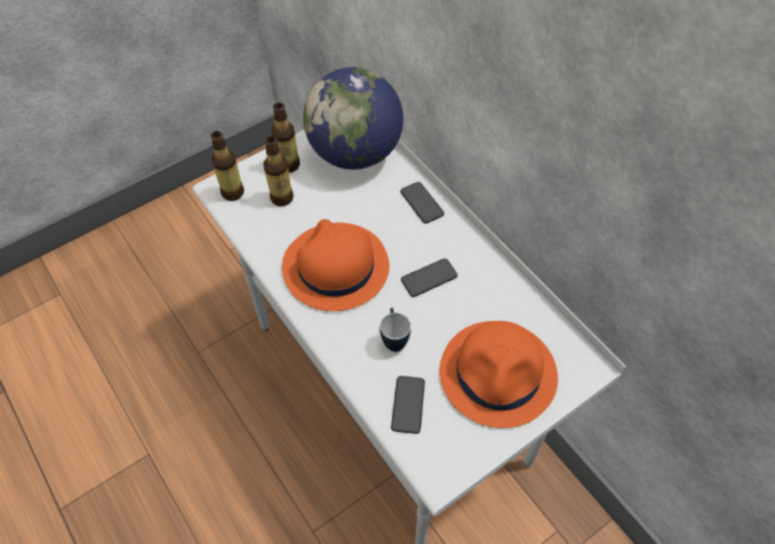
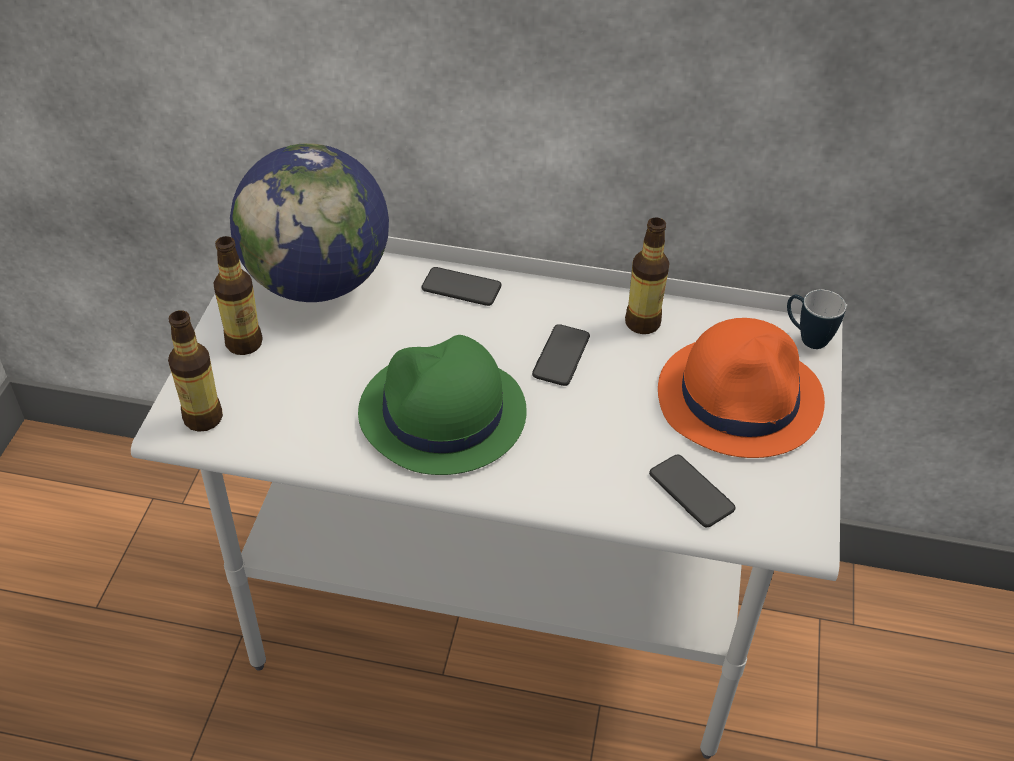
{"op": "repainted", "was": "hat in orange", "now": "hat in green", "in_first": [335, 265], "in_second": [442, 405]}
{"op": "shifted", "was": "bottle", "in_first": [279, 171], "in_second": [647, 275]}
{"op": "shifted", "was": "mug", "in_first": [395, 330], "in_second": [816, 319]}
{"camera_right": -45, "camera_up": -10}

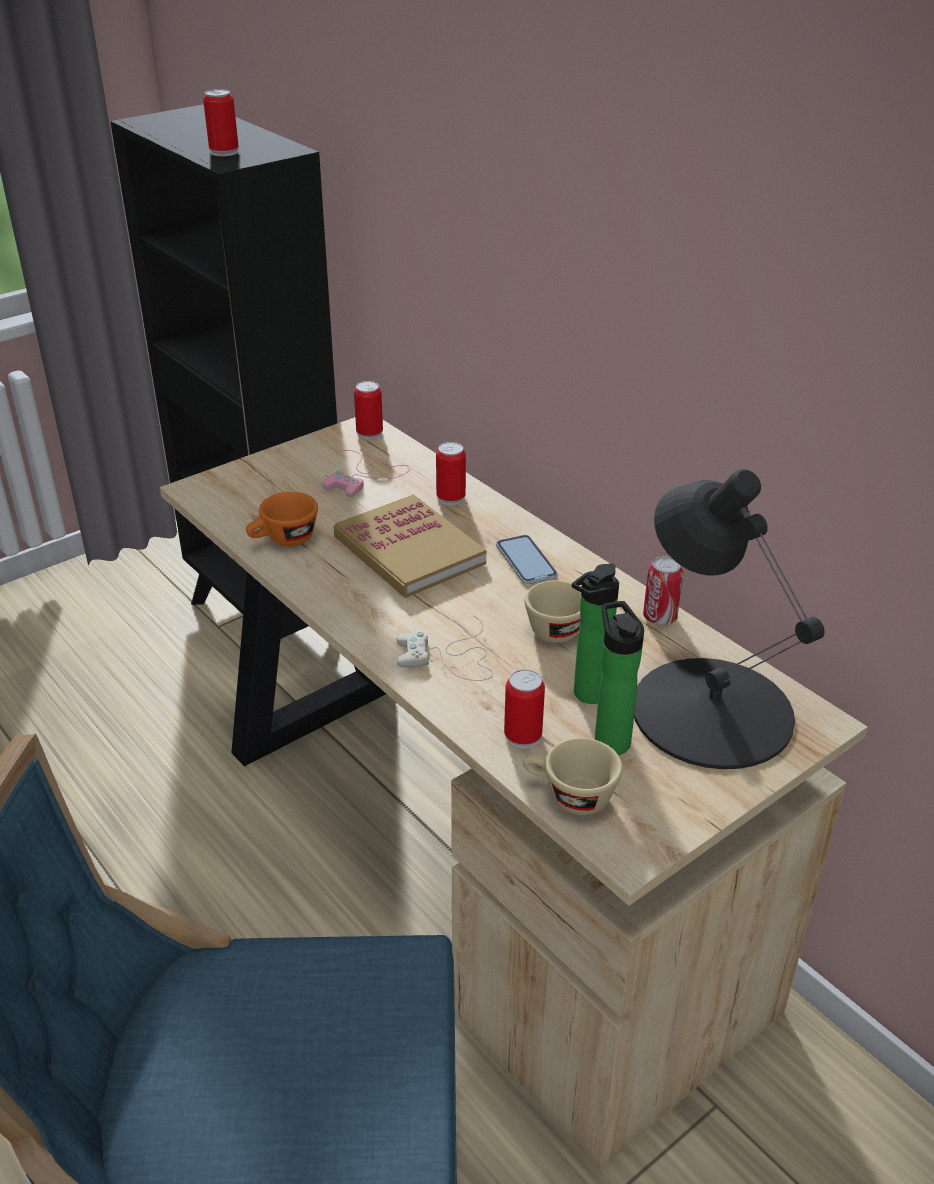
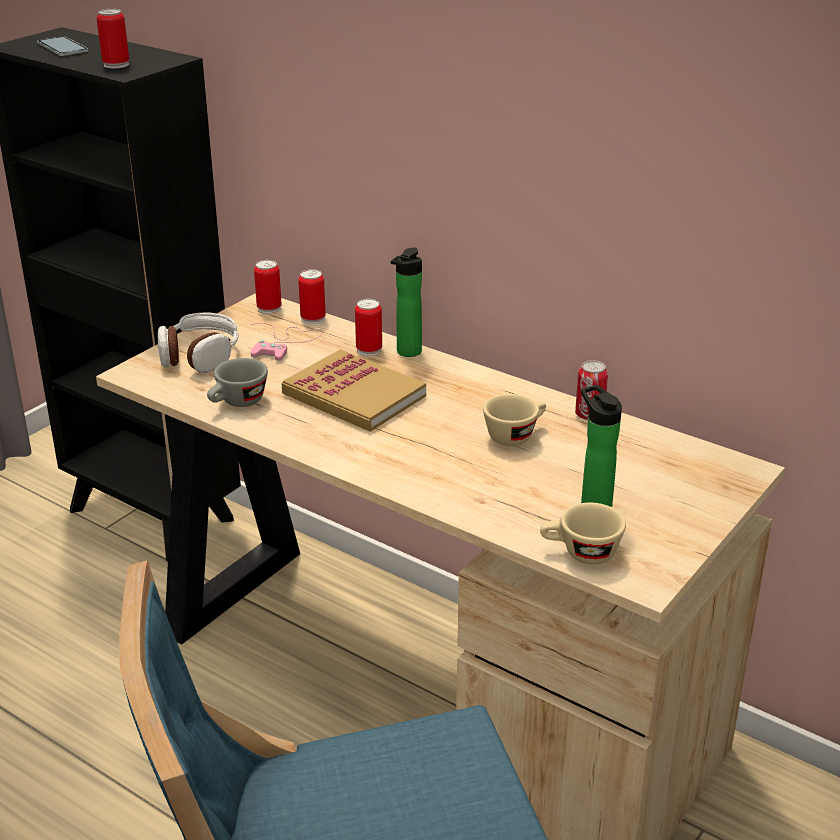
{"op": "shifted", "was": "phone", "in_first": [527, 559], "in_second": [62, 46]}
{"op": "new", "now": "headphones", "in_second": [198, 342]}
{"op": "repainted", "was": "cup in orange", "now": "cup in grey", "in_first": [282, 519], "in_second": [237, 382]}
{"op": "shifted", "was": "can", "in_first": [524, 709], "in_second": [312, 296]}
{"op": "shifted", "was": "bottle", "in_first": [595, 634], "in_second": [406, 302]}
{"op": "gone", "was": "game controller in white", "in_first": [444, 648]}
{"op": "gone", "was": "table lamp in black", "in_first": [729, 619]}
{"camera_right": -15, "camera_up": -5}

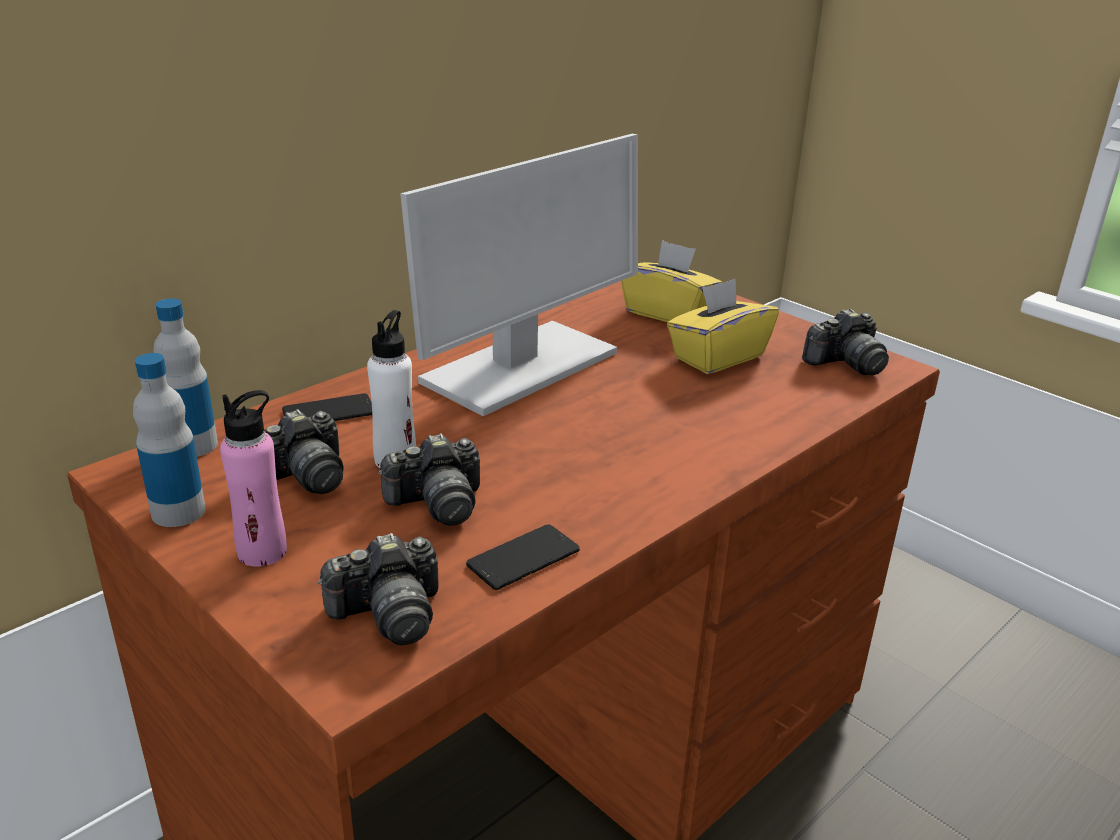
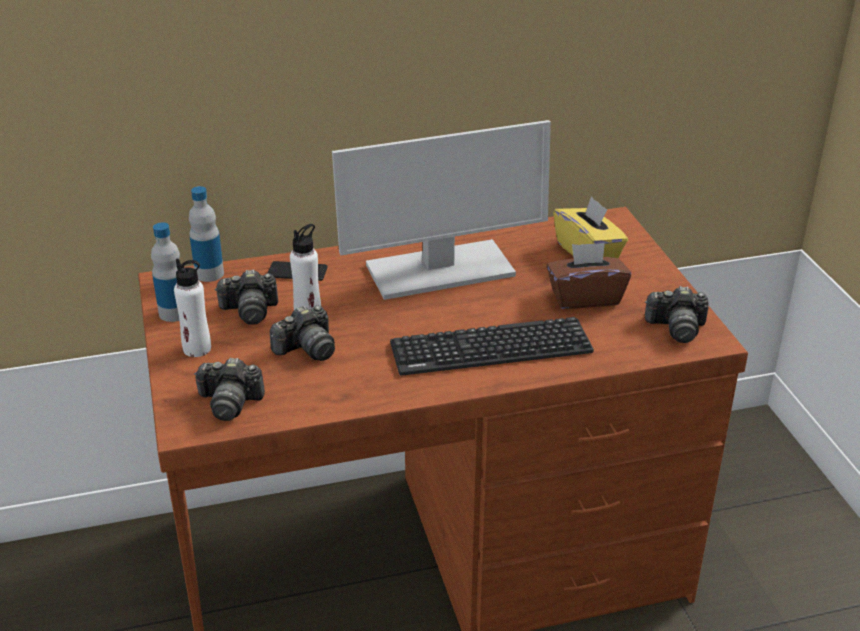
{"op": "repainted", "was": "bottle in pink", "now": "bottle in white", "in_first": [253, 478], "in_second": [192, 308]}
{"op": "rotated", "was": "photo camera", "in_first": [429, 480], "in_second": [302, 333], "clockwise": -45}
{"op": "new", "now": "keyboard", "in_second": [492, 346]}
{"op": "repainted", "was": "tissue box in yellow", "now": "tissue box in brown", "in_first": [723, 326], "in_second": [588, 276]}
{"op": "gone", "was": "phone", "in_first": [523, 557]}
{"camera_right": 30, "camera_up": 5}

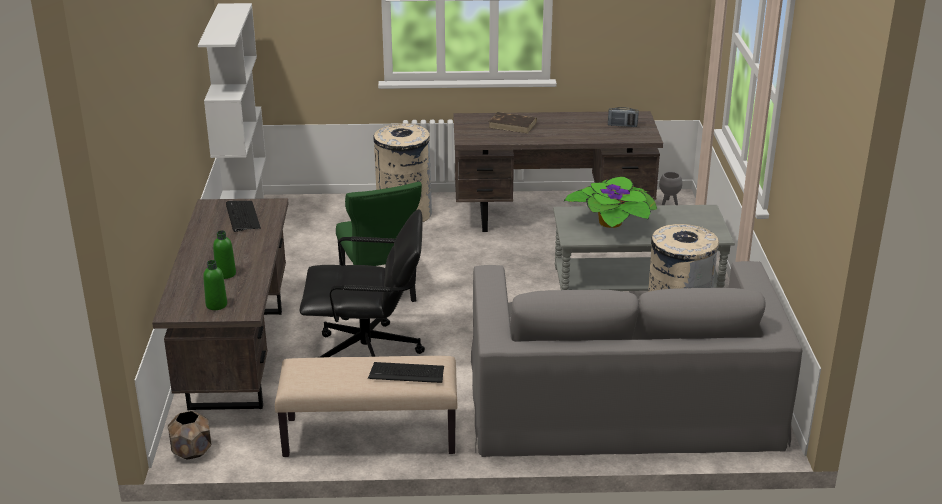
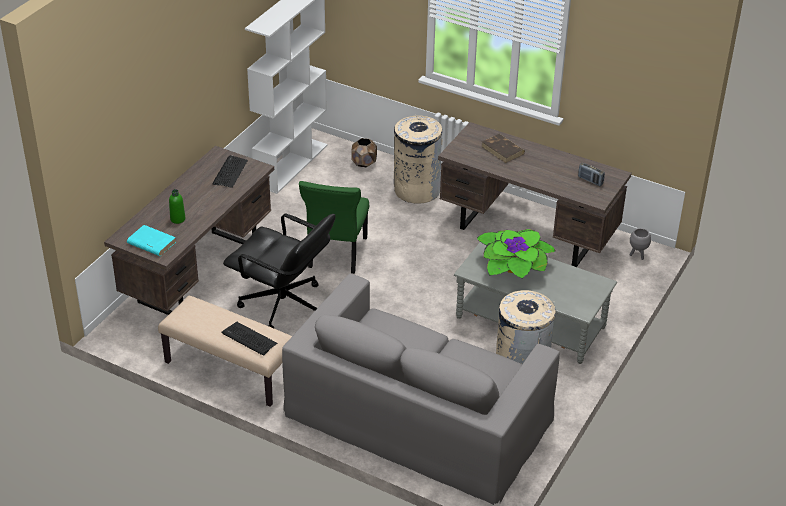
{"op": "swapped", "was": "bottle in green", "now": "book in turquoise", "in_first": [215, 285], "in_second": [151, 240]}
{"op": "shifted", "was": "planter in brown", "in_first": [190, 435], "in_second": [364, 152]}
{"camera_right": 30, "camera_up": 10}

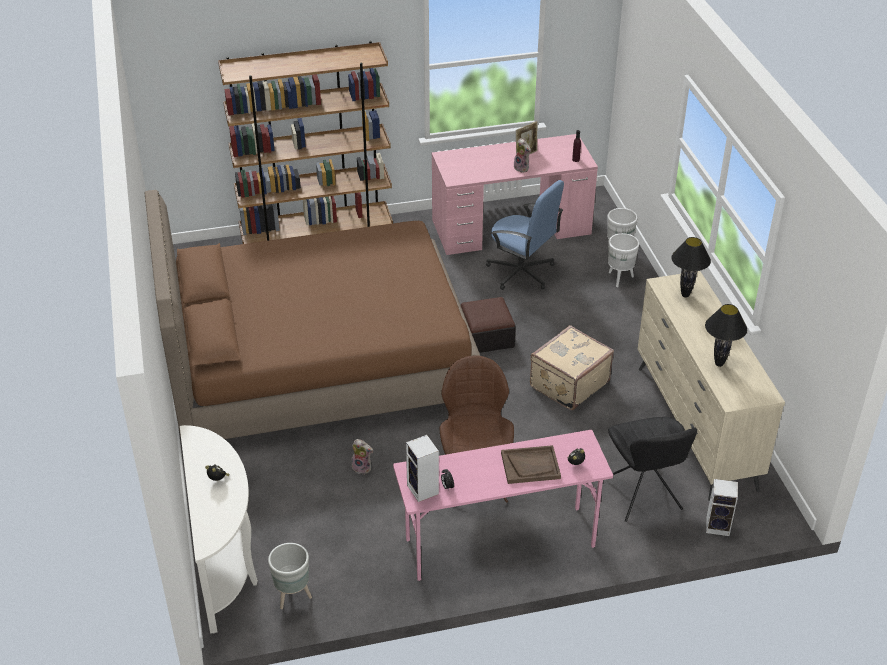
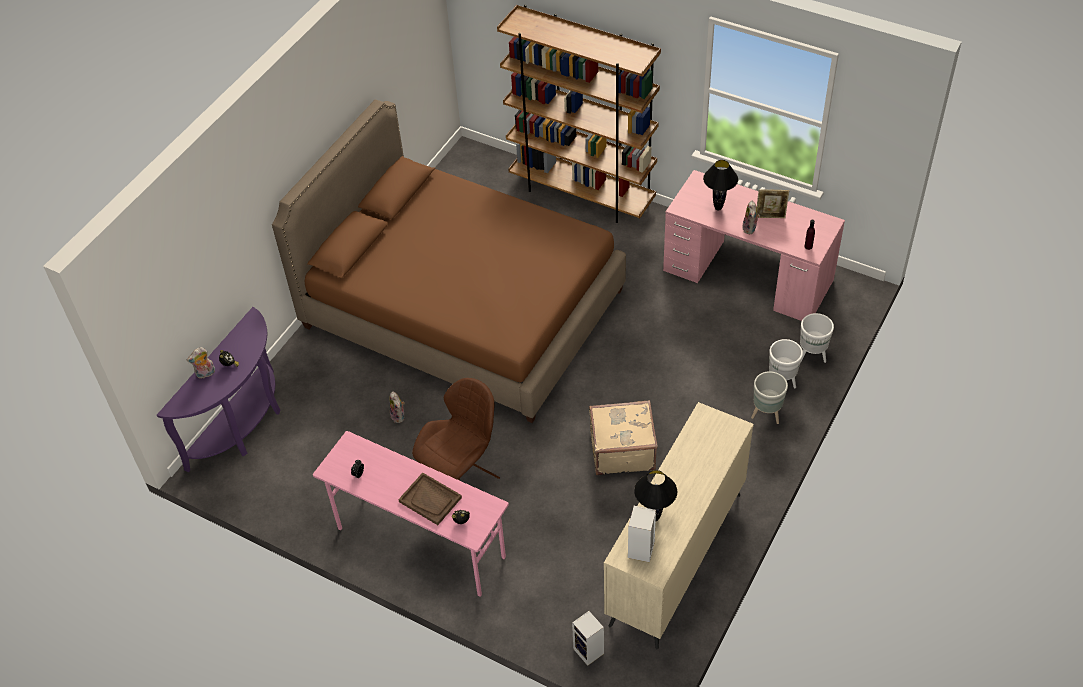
{"op": "repainted", "was": "console table in white", "now": "console table in purple", "in_first": [219, 529], "in_second": [218, 389]}
{"op": "new", "now": "plush toy", "in_second": [201, 363]}
{"op": "shifted", "was": "speaker", "in_first": [422, 468], "in_second": [642, 534]}
{"op": "shifted", "was": "table lamp in black", "in_first": [691, 267], "in_second": [720, 185]}
{"op": "shifted", "was": "planter in grey", "in_first": [290, 576], "in_second": [769, 397]}
{"op": "gone", "was": "ottoman", "in_first": [488, 325]}
{"op": "gone", "was": "office chair in blue", "in_first": [525, 235]}
{"op": "gone", "was": "chair in black", "in_first": [652, 469]}
{"camera_right": 45, "camera_up": 10}

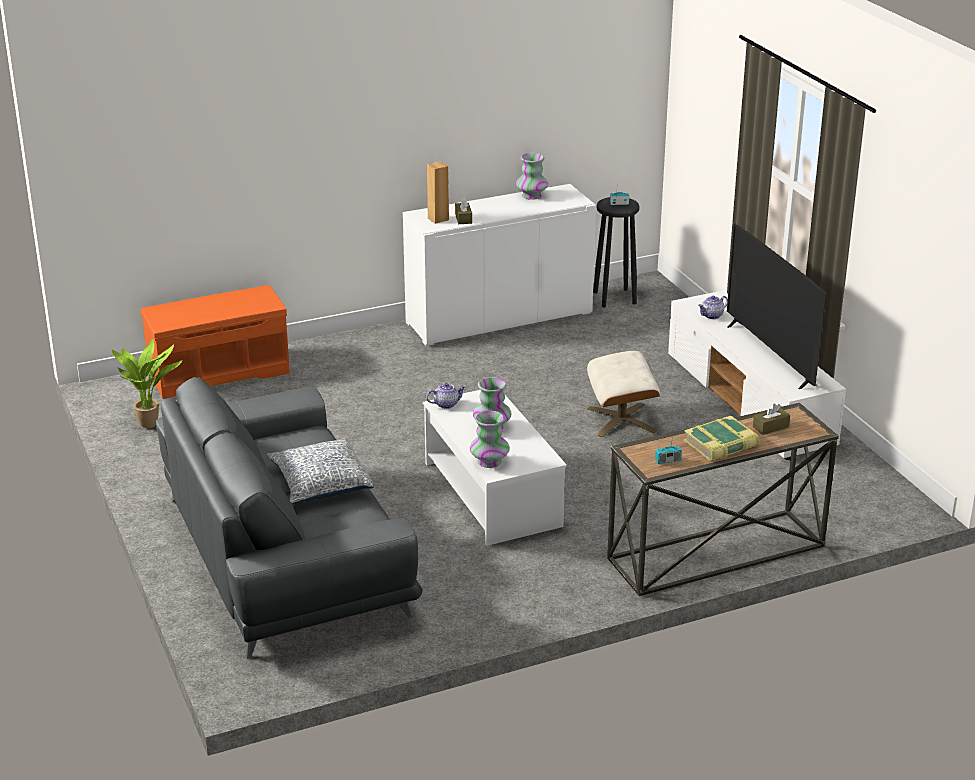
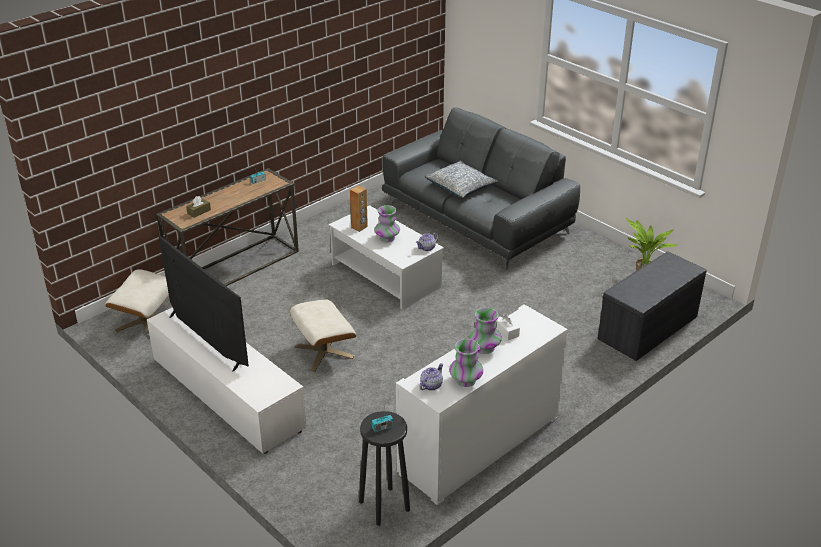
{"op": "new", "now": "ottoman in beige", "in_second": [137, 301]}
{"op": "shifted", "was": "speaker in brown", "in_first": [438, 193], "in_second": [359, 208]}
{"op": "shifted", "was": "teapot", "in_first": [713, 307], "in_second": [431, 377]}
{"op": "shifted", "was": "vase", "in_first": [490, 439], "in_second": [485, 330]}
{"op": "repainted", "was": "tissue box in brown", "now": "tissue box in white", "in_first": [463, 211], "in_second": [508, 327]}
{"op": "repainted", "was": "bench in orange", "now": "bench in grey", "in_first": [215, 342], "in_second": [652, 306]}
{"op": "gone", "was": "book", "in_first": [721, 438]}
{"camera_right": 160, "camera_up": 5}

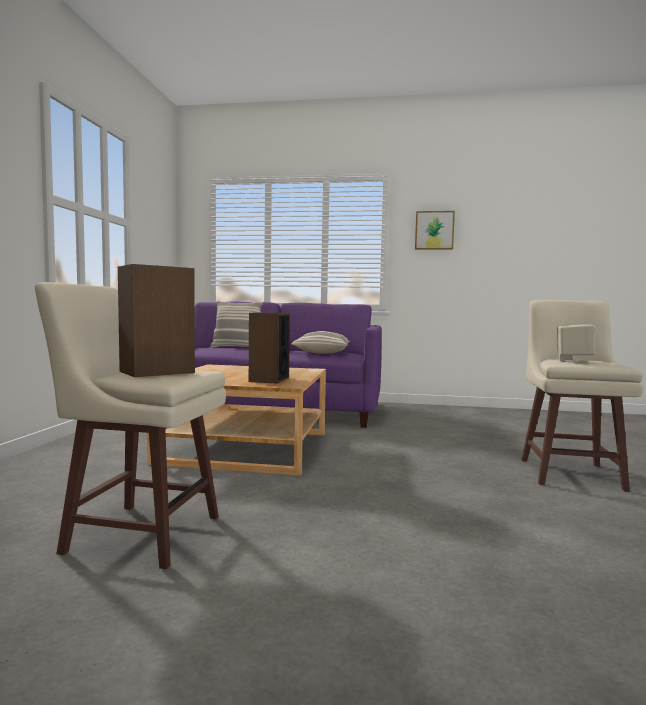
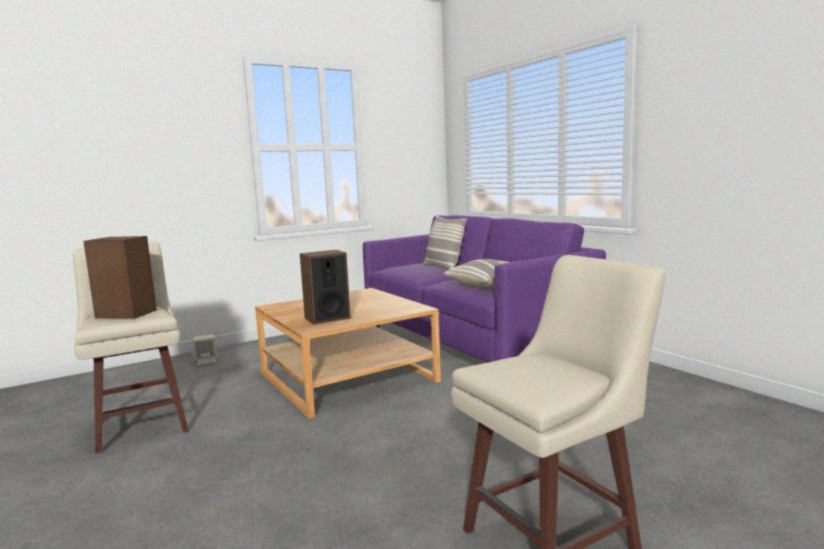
{"op": "shifted", "was": "speaker in beige", "in_first": [576, 343], "in_second": [204, 350]}
{"op": "gone", "was": "picture", "in_first": [435, 230]}
{"camera_right": 50, "camera_up": 5}

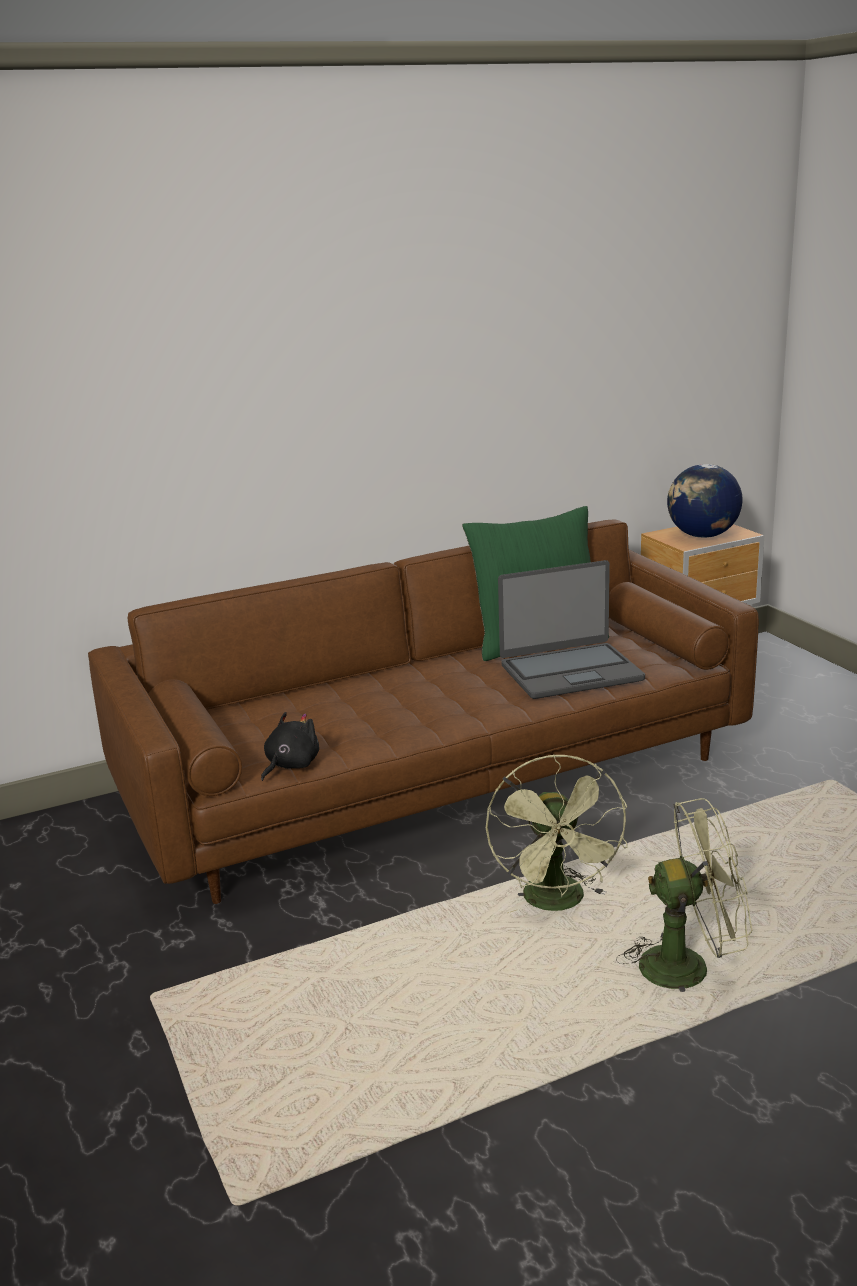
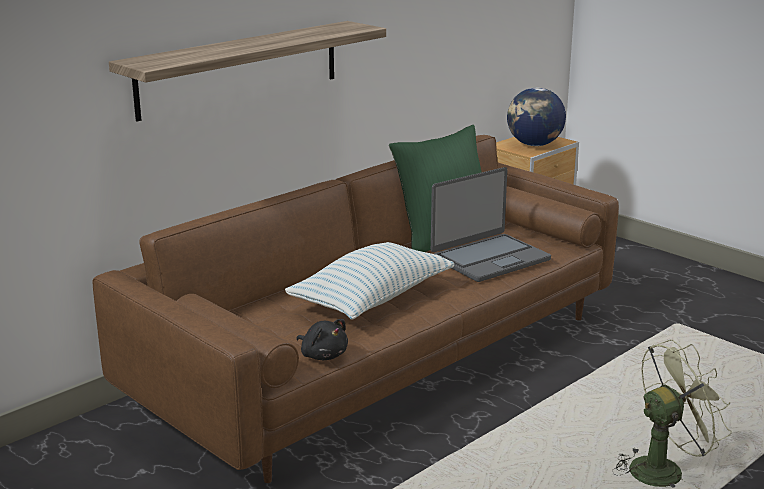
{"op": "new", "now": "shelf", "in_second": [247, 71]}
{"op": "new", "now": "pillow", "in_second": [369, 280]}
{"op": "rotated", "was": "plush toy in black", "in_first": [290, 746], "in_second": [322, 339], "clockwise": 120}
{"op": "gone", "was": "fan in green", "in_first": [556, 833]}
{"camera_right": -20, "camera_up": 0}

